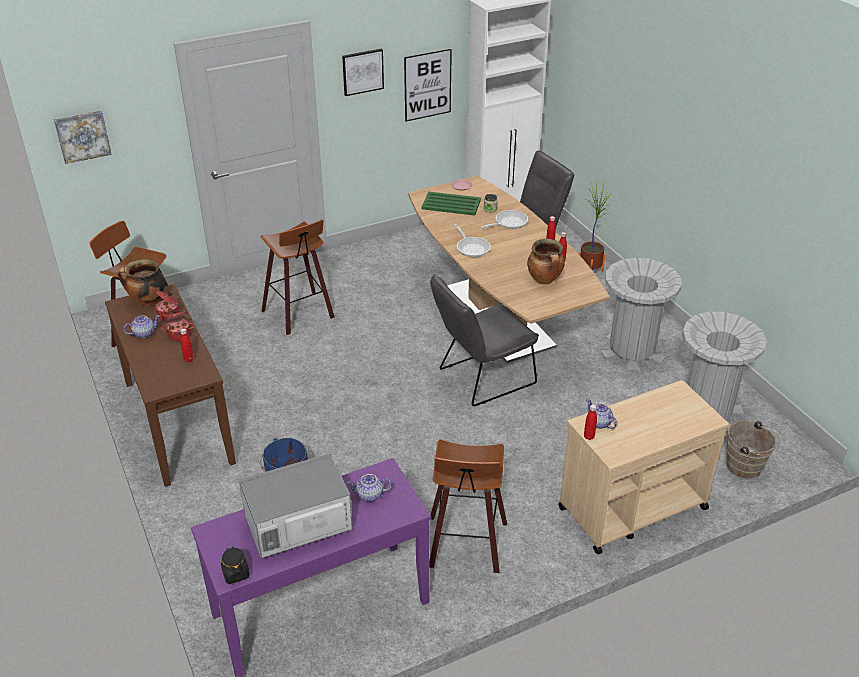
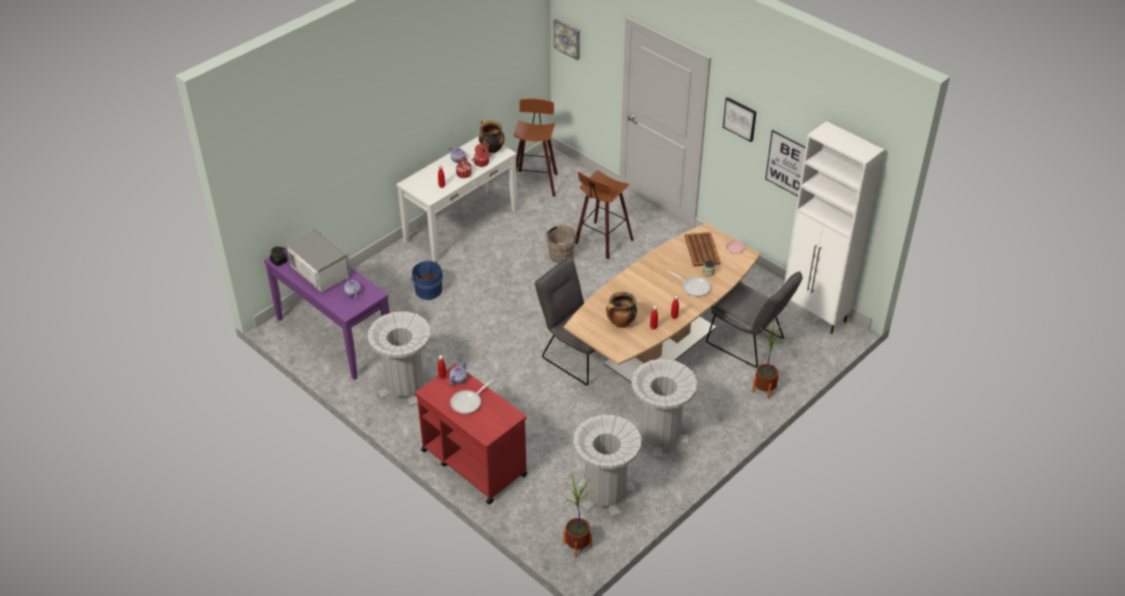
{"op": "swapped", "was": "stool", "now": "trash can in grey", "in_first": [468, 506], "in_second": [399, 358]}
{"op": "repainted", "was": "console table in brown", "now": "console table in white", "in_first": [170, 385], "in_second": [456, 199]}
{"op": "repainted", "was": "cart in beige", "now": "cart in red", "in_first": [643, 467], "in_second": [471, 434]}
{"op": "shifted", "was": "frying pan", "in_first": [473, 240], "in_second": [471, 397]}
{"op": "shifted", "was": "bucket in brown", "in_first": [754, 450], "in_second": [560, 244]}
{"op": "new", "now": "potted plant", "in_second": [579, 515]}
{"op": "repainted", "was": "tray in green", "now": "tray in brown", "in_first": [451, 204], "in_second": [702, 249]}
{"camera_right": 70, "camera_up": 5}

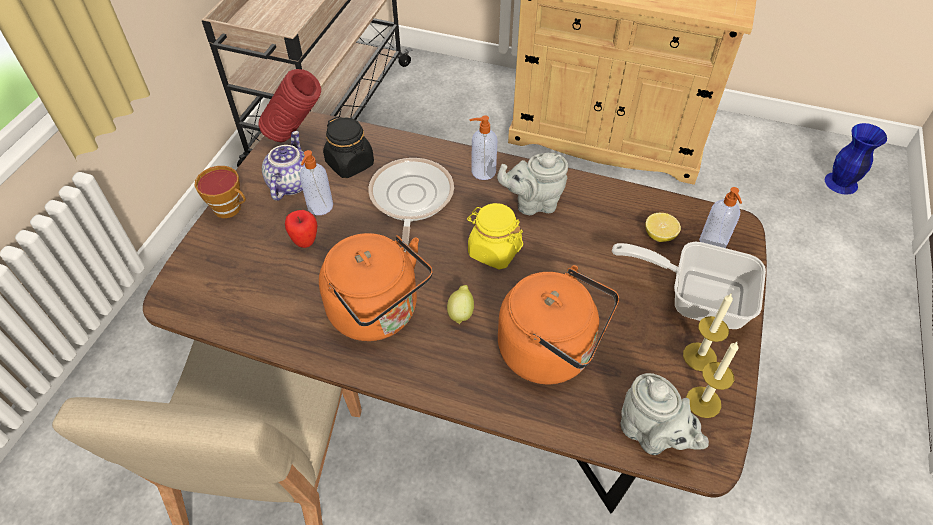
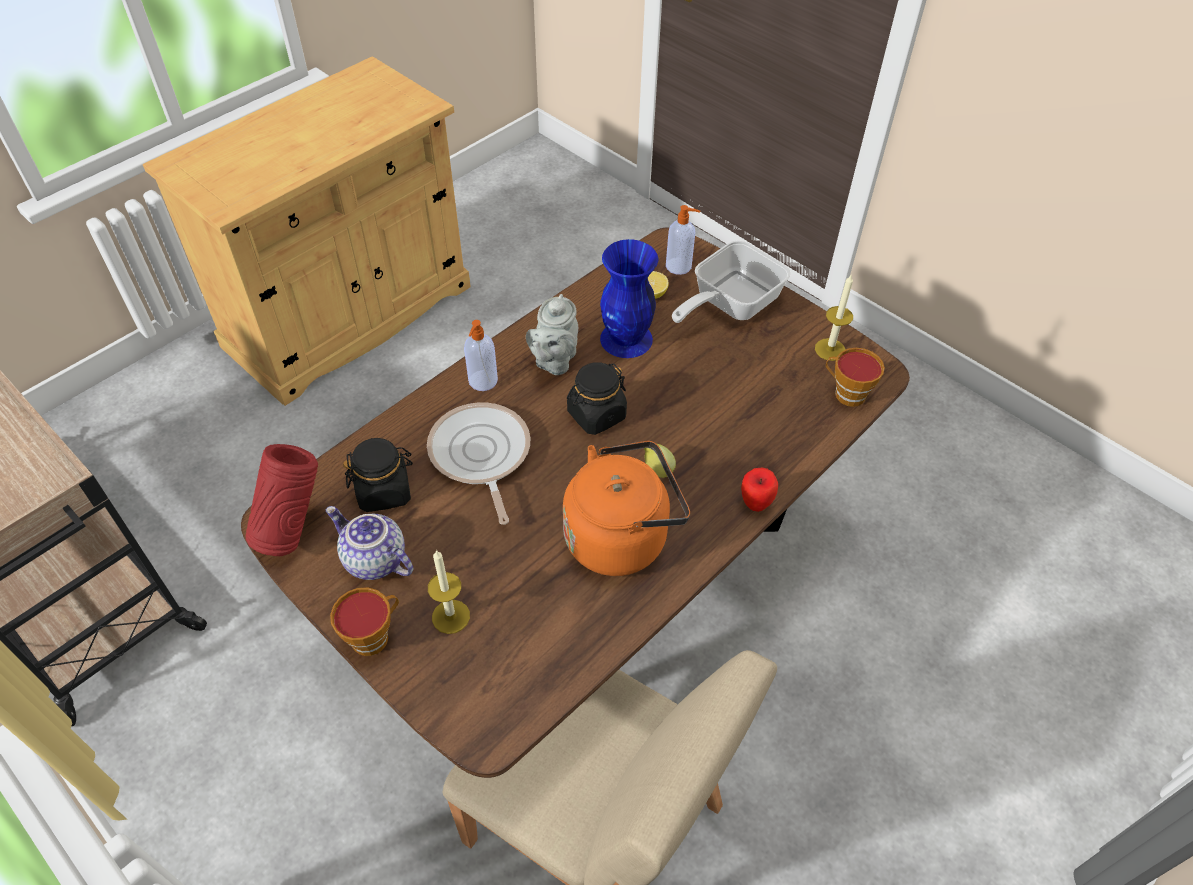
{"op": "rotated", "was": "frying pan", "in_first": [411, 205], "in_second": [478, 463], "clockwise": 45}
{"op": "shifted", "was": "candle", "in_first": [708, 332], "in_second": [449, 592]}
{"op": "repainted", "was": "jar in yellow", "now": "jar in black", "in_first": [495, 236], "in_second": [597, 398]}
{"op": "shifted", "was": "vase in blue", "in_first": [856, 158], "in_second": [629, 298]}
{"op": "shifted", "was": "apple", "in_first": [301, 229], "in_second": [759, 490]}
{"op": "swapped", "was": "teapot in grey", "now": "cup", "in_first": [665, 414], "in_second": [855, 377]}
{"op": "gone", "was": "soap dispenser", "in_first": [316, 182]}
{"op": "gone", "was": "kettle in orange", "in_first": [558, 324]}
{"camera_right": -65, "camera_up": 0}

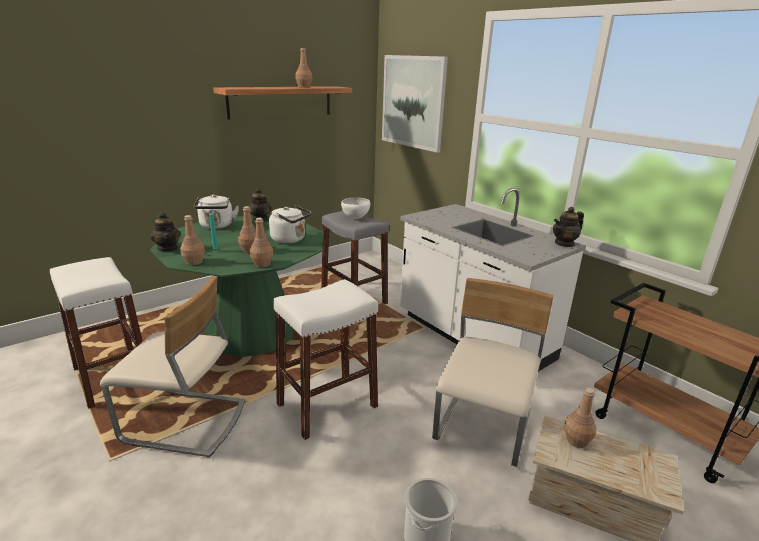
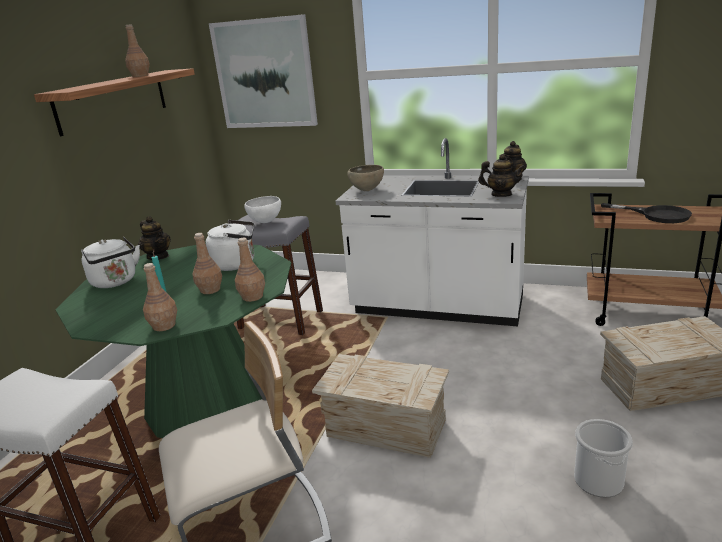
{"op": "swapped", "was": "stool in white", "now": "crate", "in_first": [325, 359], "in_second": [380, 406]}
{"op": "new", "now": "bowl in brown", "in_second": [365, 178]}
{"op": "shifted", "was": "teapot", "in_first": [165, 231], "in_second": [501, 175]}
{"op": "new", "now": "frying pan in black", "in_second": [646, 213]}
{"op": "gone", "was": "chair in beige", "in_first": [493, 372]}
{"op": "gone", "was": "bottle in brown", "in_first": [580, 418]}
{"camera_right": -30, "camera_up": 0}

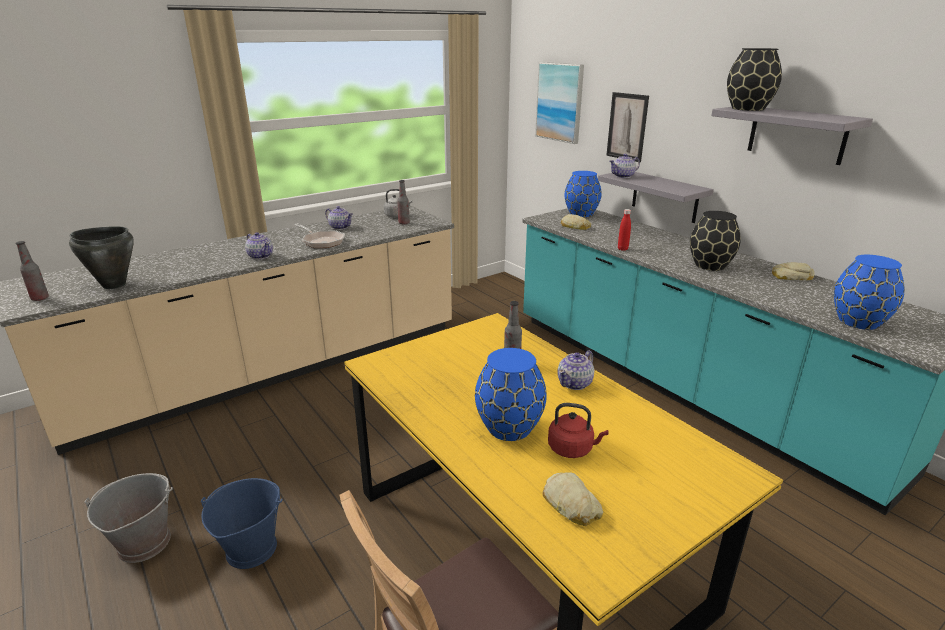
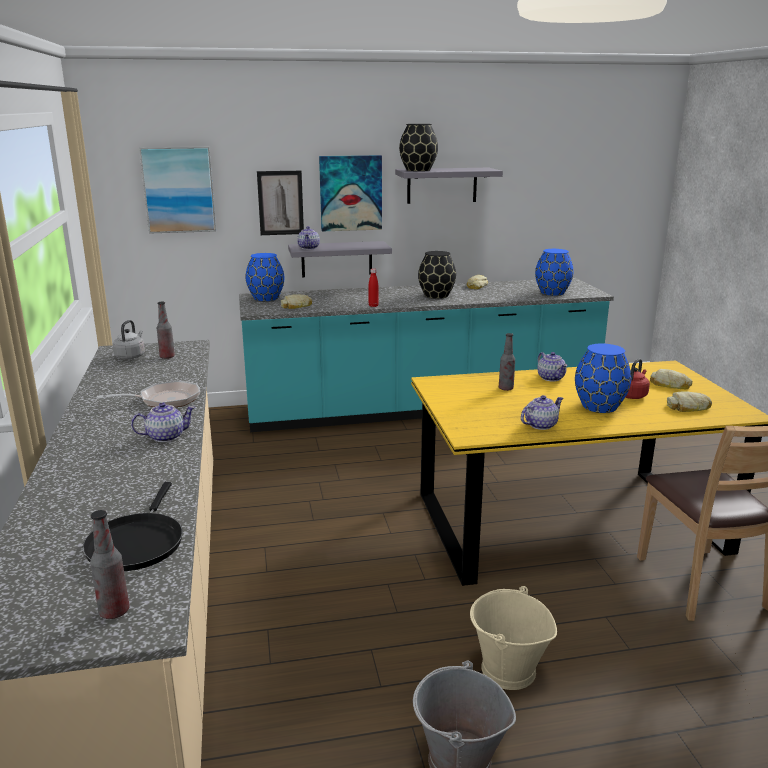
{"op": "swapped", "was": "cooking pot in black", "now": "frying pan in black", "in_first": [101, 257], "in_second": [133, 526]}
{"op": "new", "now": "picture", "in_second": [350, 193]}
{"op": "repainted", "was": "bucket in blue", "now": "bucket in beige", "in_first": [242, 523], "in_second": [513, 638]}
{"op": "shifted", "was": "teapot", "in_first": [339, 218], "in_second": [542, 412]}
{"op": "new", "now": "bread", "in_second": [671, 379]}
{"camera_right": -65, "camera_up": -5}

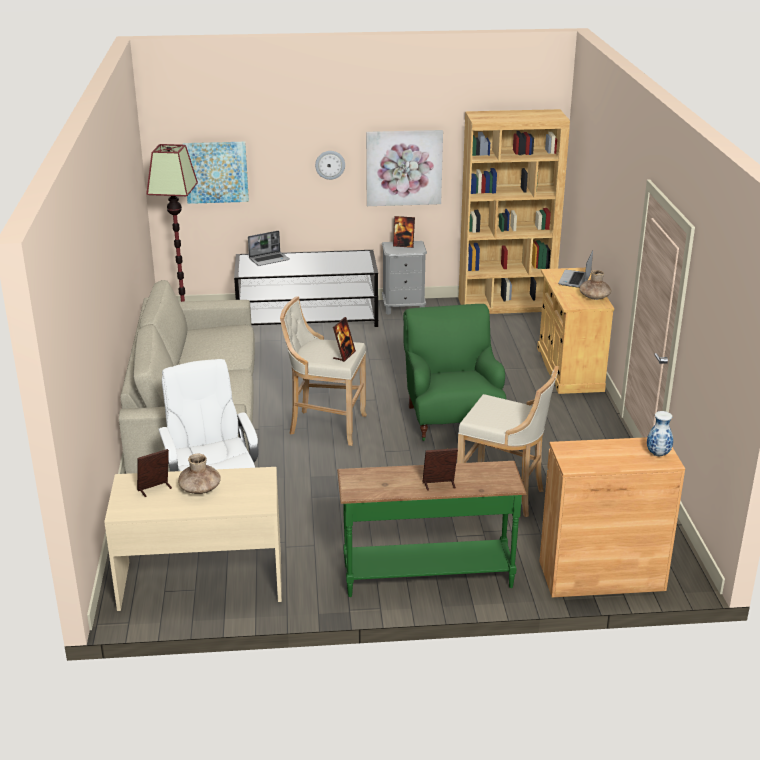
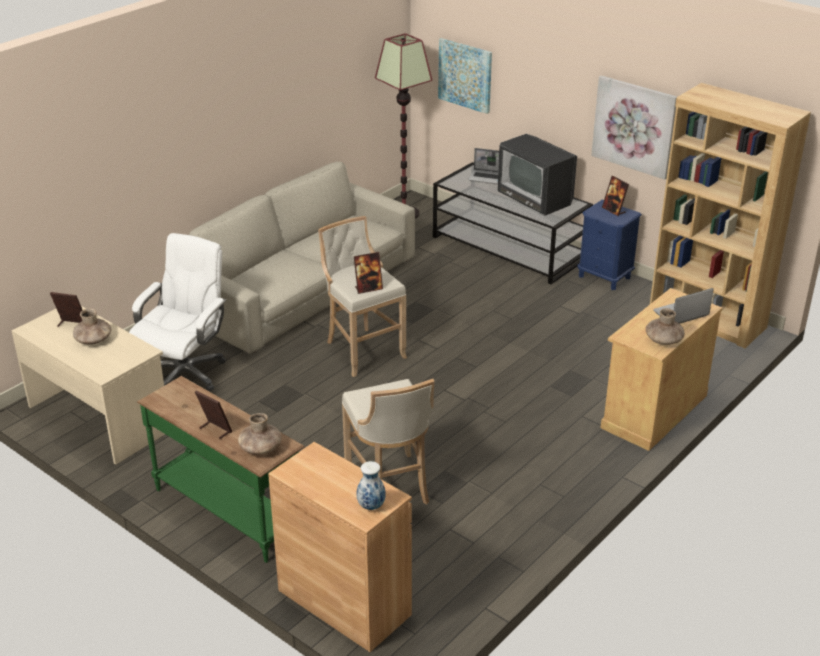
{"op": "new", "now": "vase in brown", "in_second": [260, 434]}
{"op": "new", "now": "television", "in_second": [537, 175]}
{"op": "repainted", "was": "nightstand in grey", "now": "nightstand in blue", "in_first": [404, 278], "in_second": [609, 245]}
{"op": "gone", "was": "wall clock", "in_first": [330, 165]}
{"op": "gone", "was": "armchair in green", "in_first": [454, 372]}
{"camera_right": 45, "camera_up": 5}

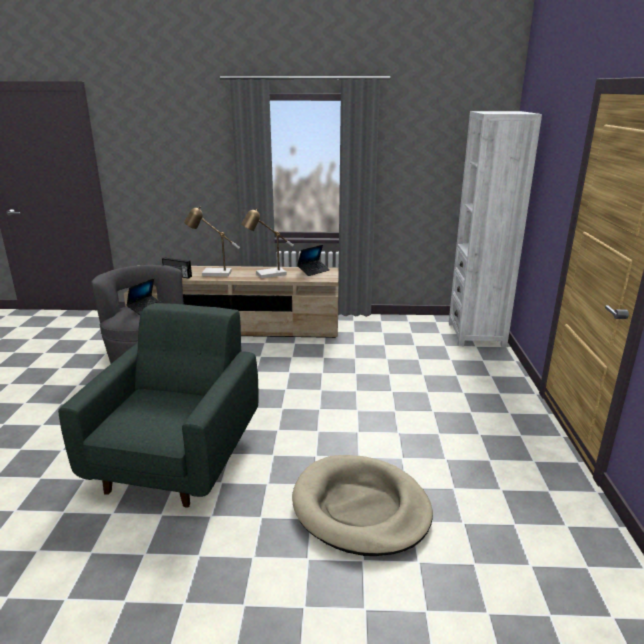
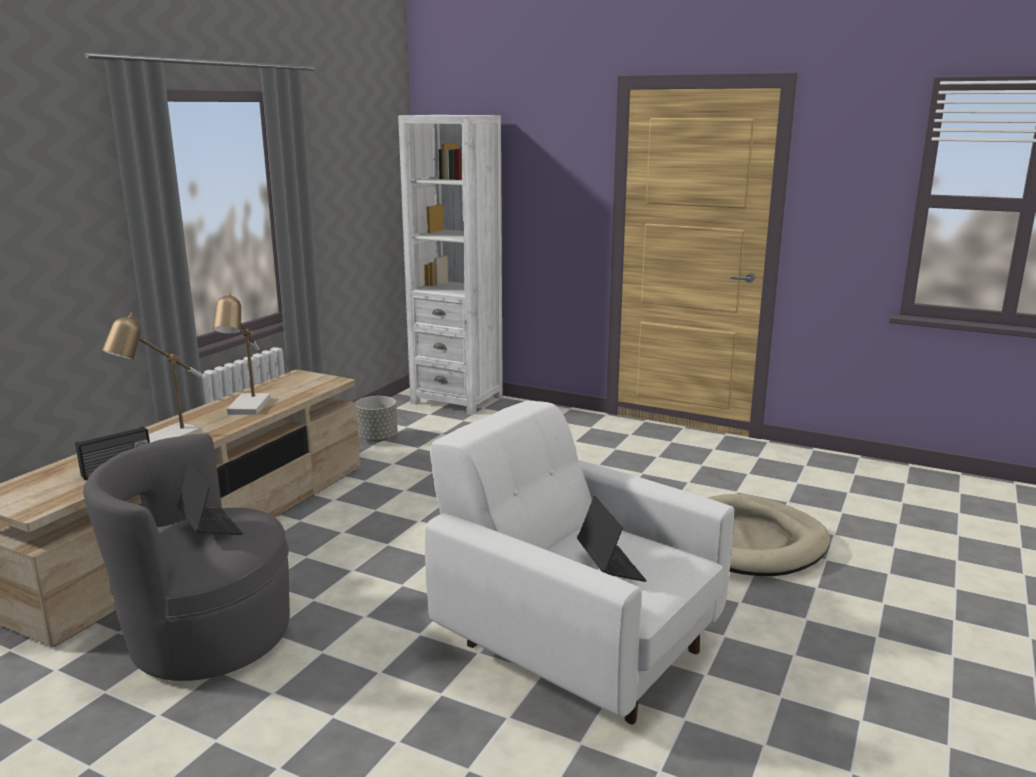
{"op": "new", "now": "planter in grey", "in_second": [377, 419]}
{"op": "repainted", "was": "armchair in green", "now": "armchair in white", "in_first": [158, 405], "in_second": [579, 562]}
{"op": "shifted", "was": "laptop", "in_first": [313, 260], "in_second": [612, 539]}
{"camera_right": -65, "camera_up": -5}

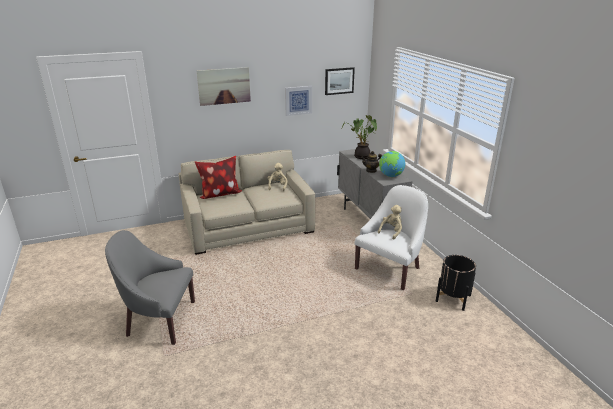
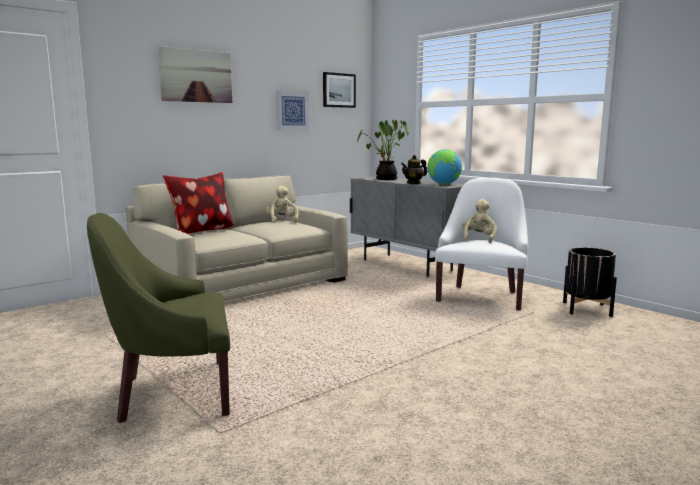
{"op": "repainted", "was": "armchair in grey", "now": "armchair in green", "in_first": [150, 287], "in_second": [158, 318]}
{"camera_right": -20, "camera_up": -15}

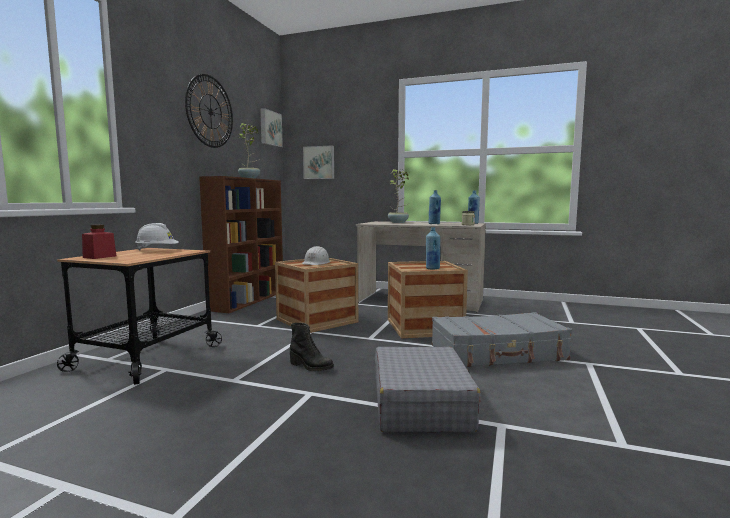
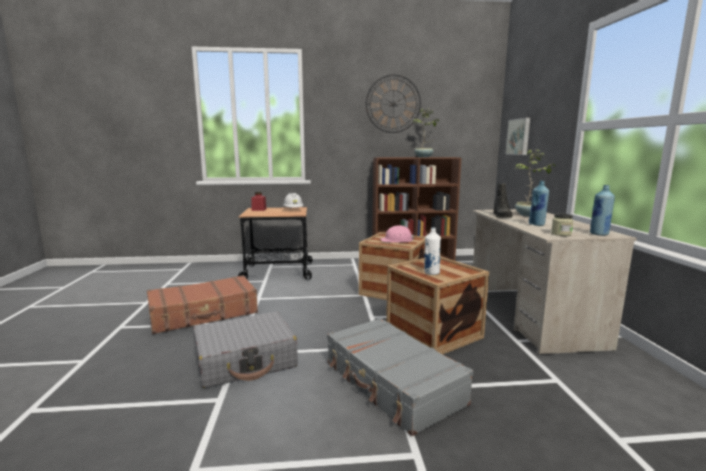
{"op": "new", "now": "suitcase in brown", "in_second": [202, 304]}
{"op": "repainted", "was": "hard hat in white", "now": "hard hat in pink", "in_first": [316, 255], "in_second": [397, 234]}
{"op": "repainted", "was": "bottle in blue", "now": "bottle in white", "in_first": [433, 248], "in_second": [432, 251]}
{"op": "shifted", "was": "boot in black", "in_first": [312, 347], "in_second": [503, 201]}
{"op": "gone", "was": "picture", "in_first": [271, 127]}
{"camera_right": 65, "camera_up": 5}

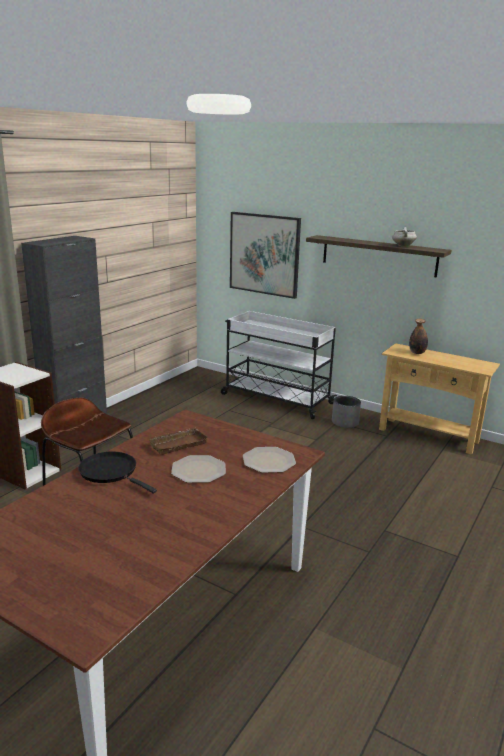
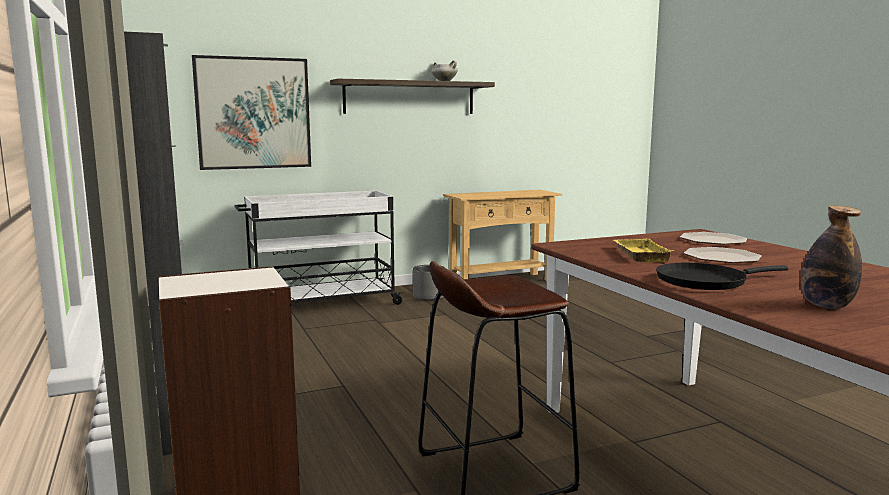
{"op": "repainted", "was": "tray in brown", "now": "tray in yellow", "in_first": [178, 441], "in_second": [644, 250]}
{"op": "shifted", "was": "bottle", "in_first": [418, 336], "in_second": [831, 257]}
{"camera_right": -55, "camera_up": -10}

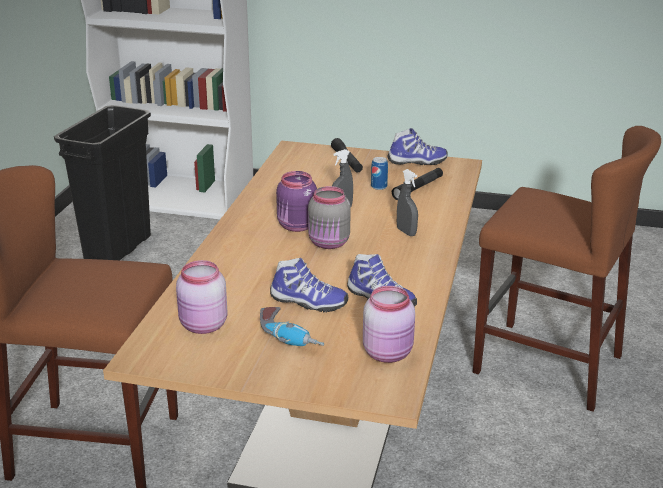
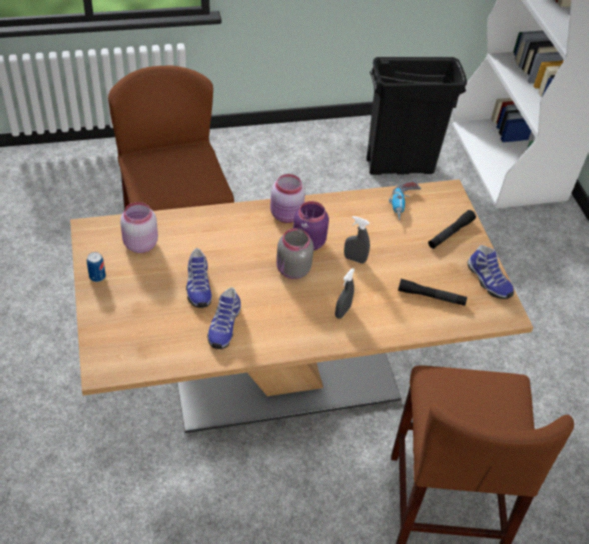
{"op": "shifted", "was": "can", "in_first": [379, 173], "in_second": [96, 267]}
{"op": "shifted", "was": "jar in pink", "in_first": [389, 324], "in_second": [287, 198]}
{"op": "shifted", "was": "power drill", "in_first": [292, 326], "in_second": [405, 200]}
{"camera_right": 60, "camera_up": 20}

